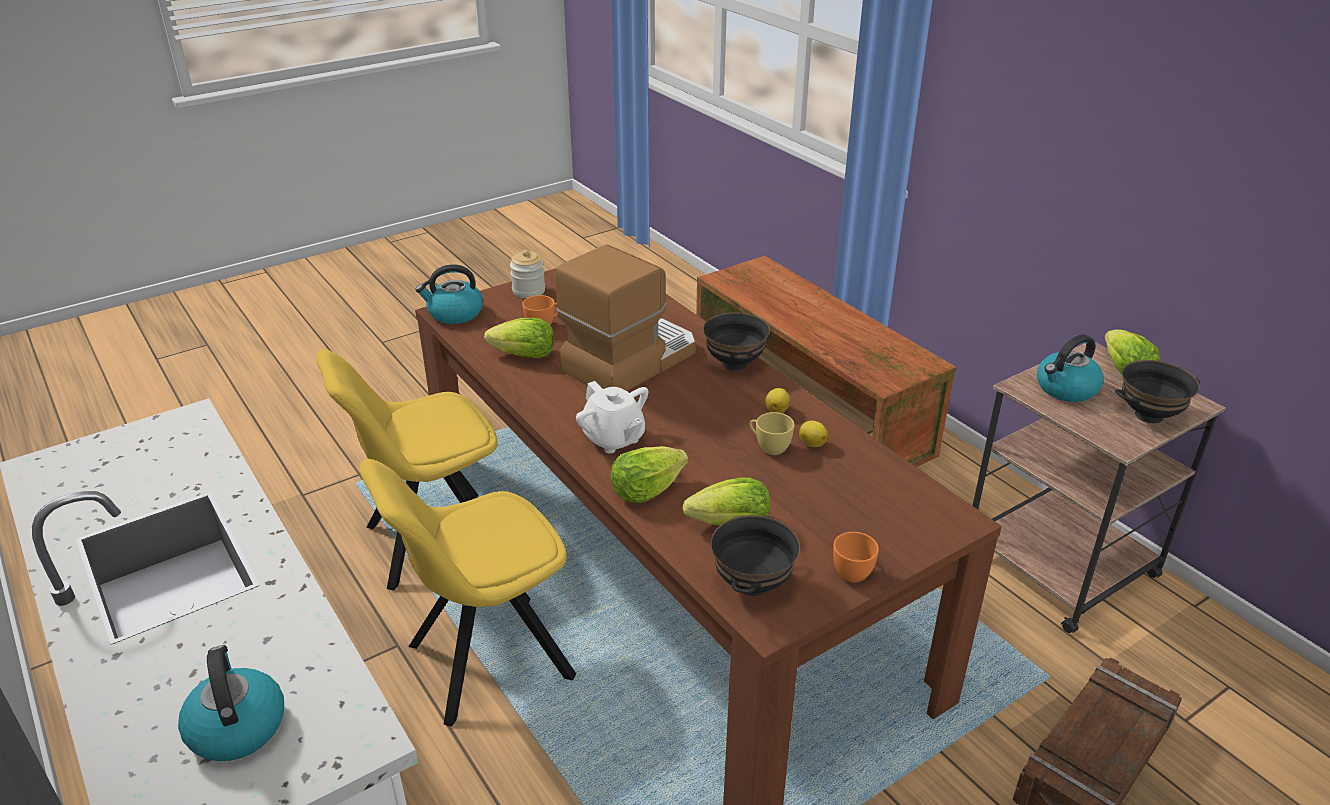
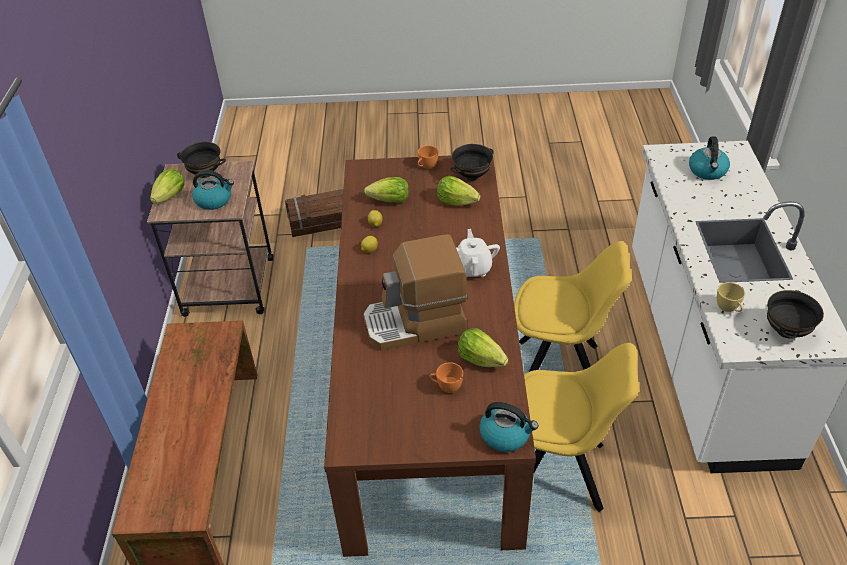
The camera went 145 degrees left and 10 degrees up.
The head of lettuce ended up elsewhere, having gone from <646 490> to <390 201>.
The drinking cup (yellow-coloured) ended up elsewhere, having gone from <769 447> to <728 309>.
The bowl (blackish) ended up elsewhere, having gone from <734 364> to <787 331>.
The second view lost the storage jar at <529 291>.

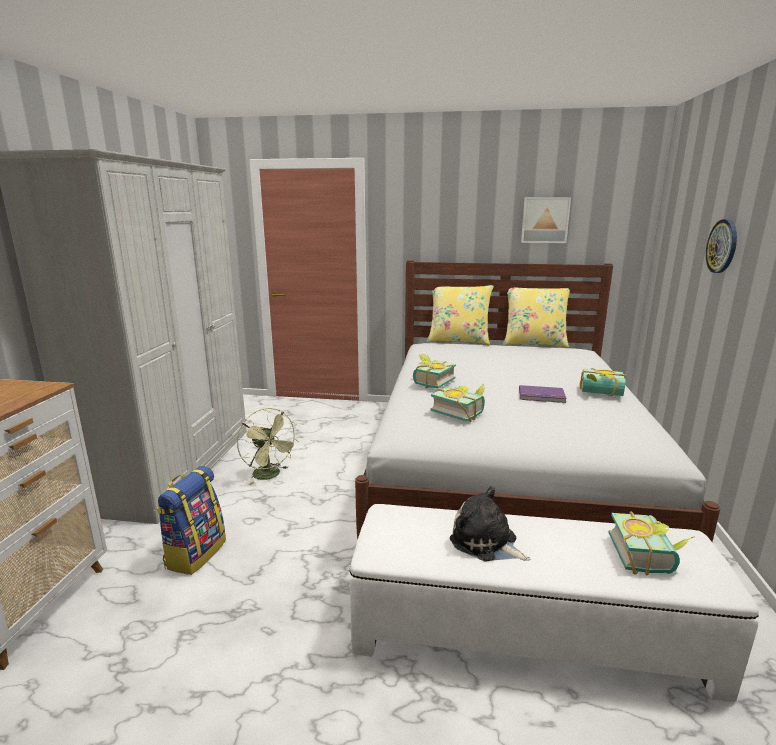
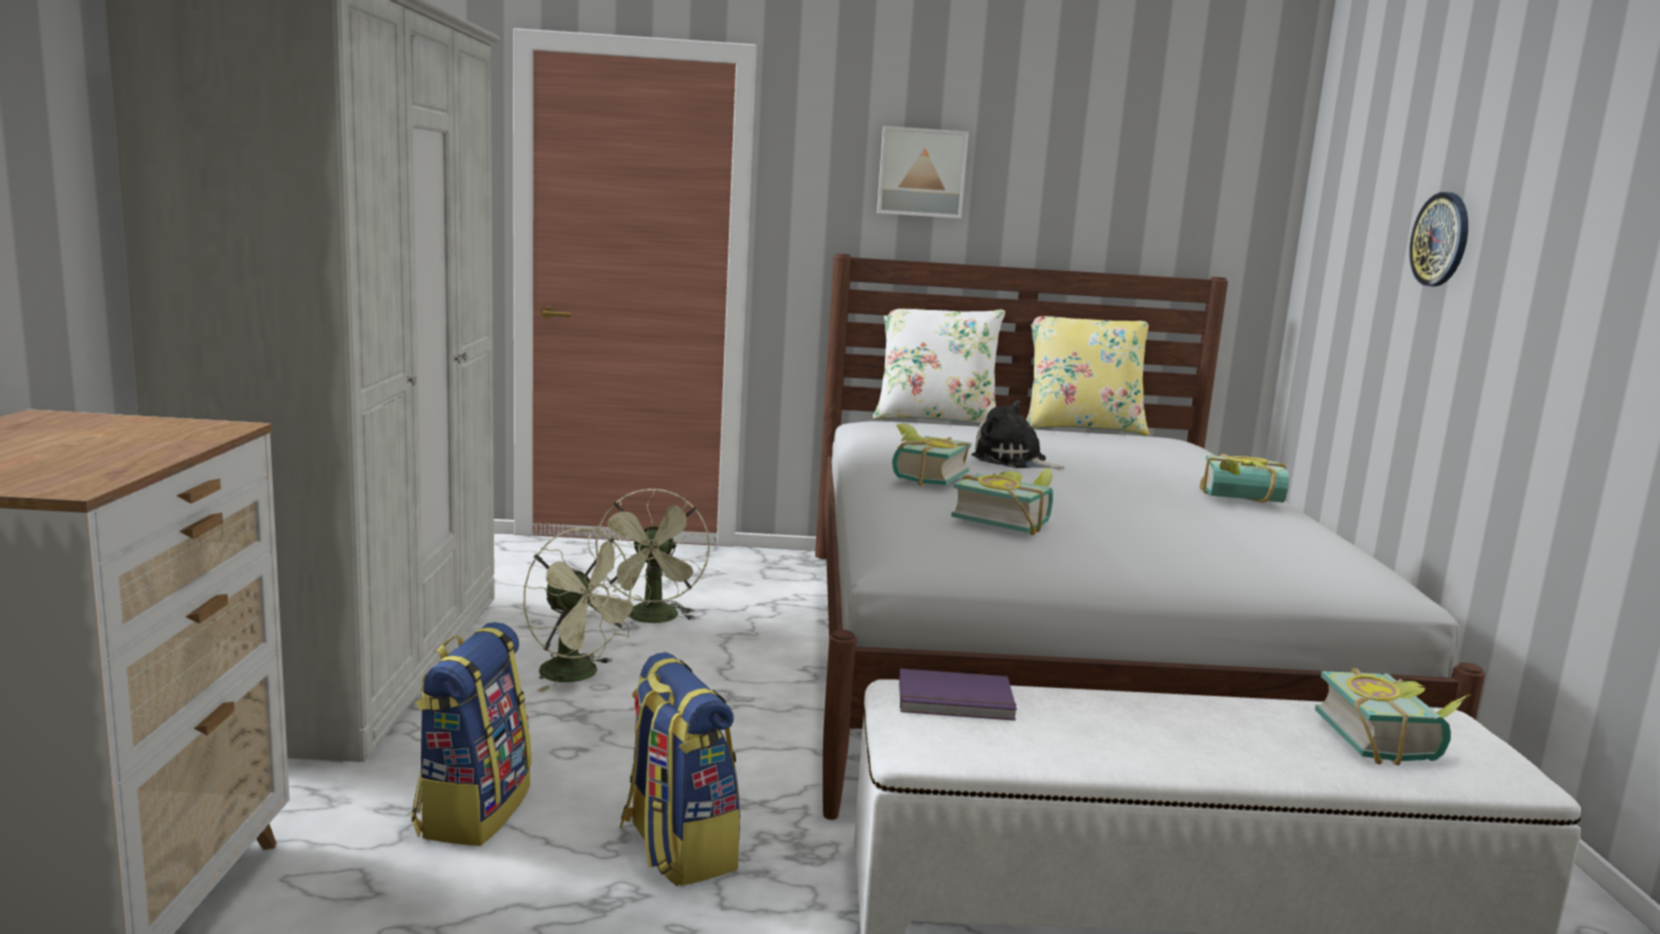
The camera went 10 degrees left and 5 degrees down.
The second view gained the cooling fan (greenish) at <653 620>.
The second view gained the knapsack at <676 848>.
What was the throw pillow (yellow-coloured) at <458 341> turned into the throw pillow (white) at <935 419>.
The wall art ended up elsewhere, having gone from <545 220> to <921 172>.
The book (purple-coloured) ended up elsewhere, having gone from <542 396> to <956 701>.
The plush toy ended up elsewhere, having gone from <486 542> to <1013 461>.

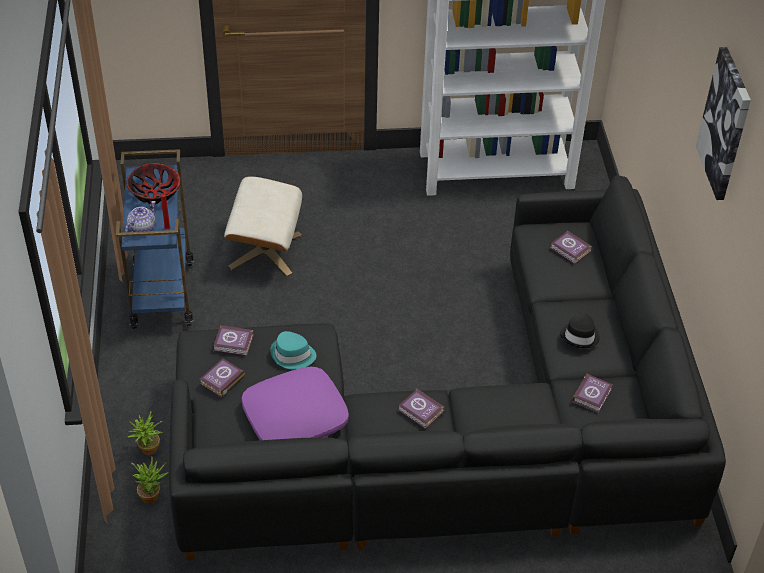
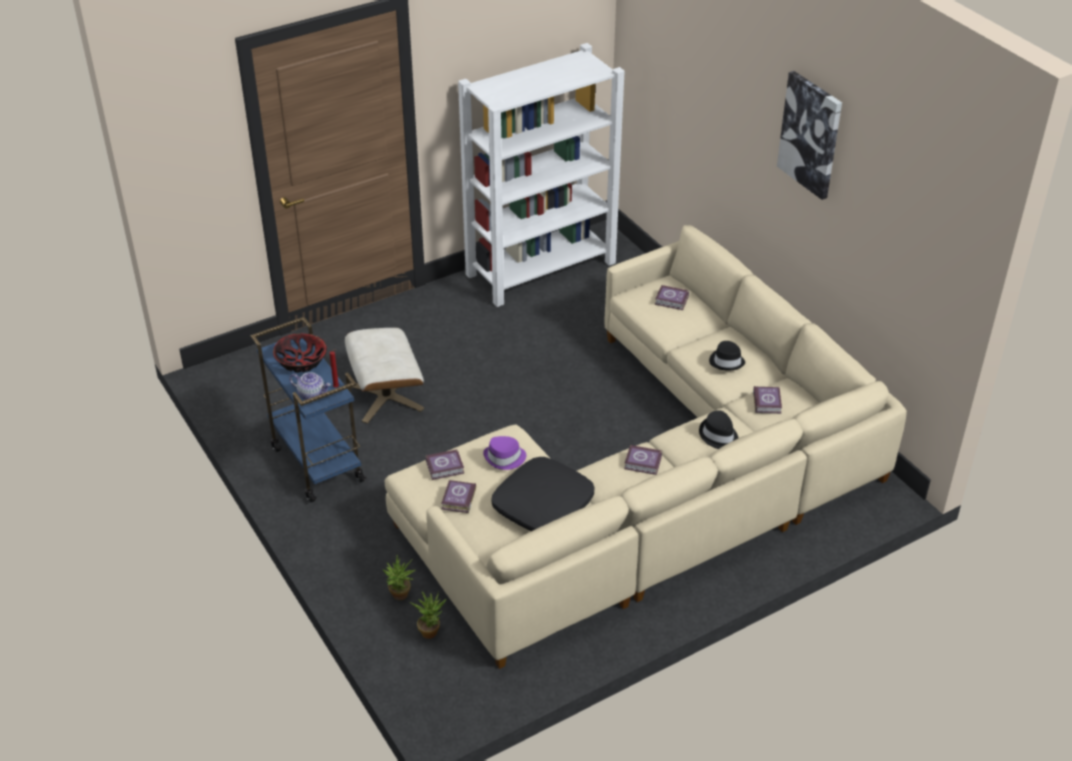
The camera went 25 degrees left and 5 degrees down.
The pot for tea at <142 228> ended up facing another way, 105 degrees clockwise from before.
What was the settee (blackish) at <458 432> turned into the settee (sand-coloured) at <654 482>.
What was the wearable hat (turquoise-coloured) at <292 355> turned into the wearable hat (purple-coloured) at <505 458>.
What was the throw pillow (purple-coloured) at <295 417> turned into the throw pillow (blackish) at <543 505>.
The second view gained the wearable hat (blackish) at <718 436>.

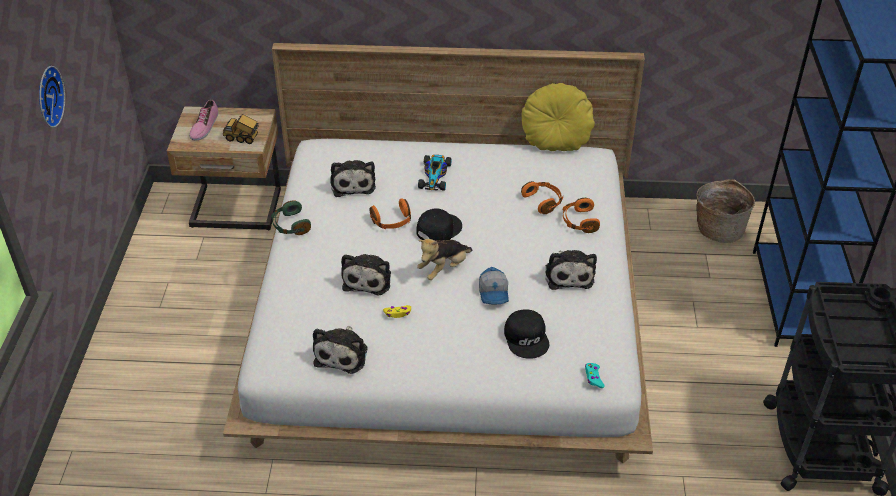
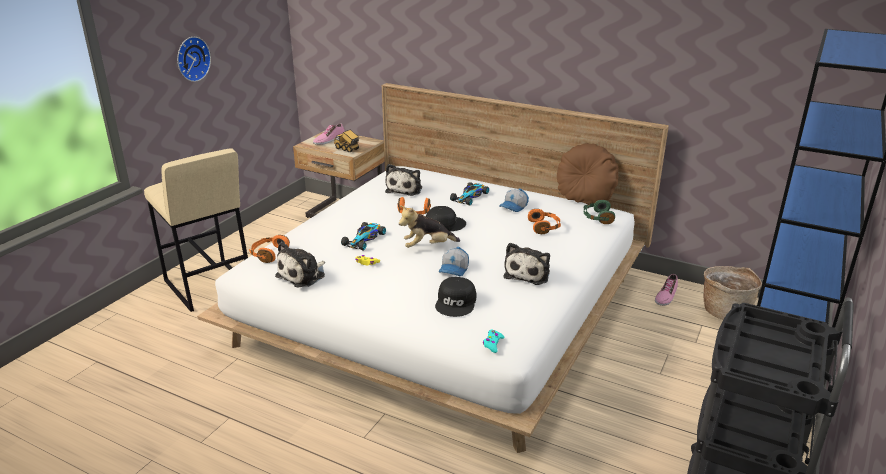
The camera went 25 degrees right and 15 degrees down.
The second view gained the stool (sand-coloured) at <209 286>.
The headphones (orangey) ended up elsewhere, having gone from <579 222> to <268 254>.
Where the plush toy stood at <368 279>, the miniature car came to stand at <364 239>.
The second view gained the cap at <514 207>.
What was the throw pillow (yellow-coloured) at <555 144> turned into the throw pillow (brown) at <585 200>.
The headphones (greenish) ended up elsewhere, having gone from <290 225> to <597 218>.
The second view gained the low shoe at <666 295>.

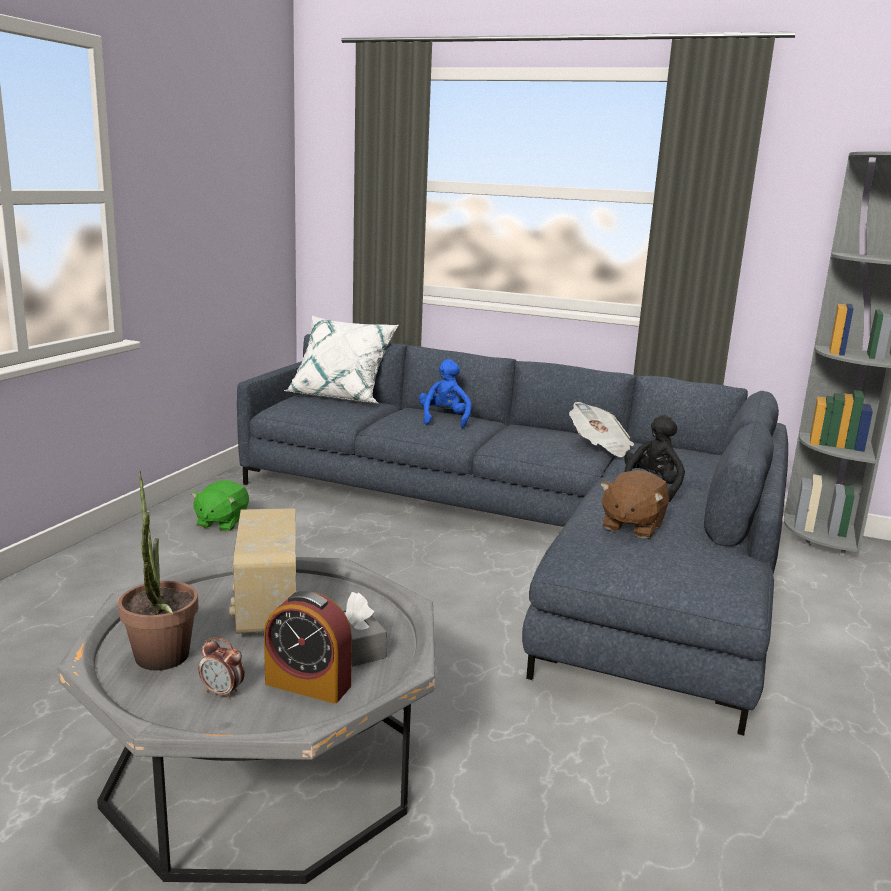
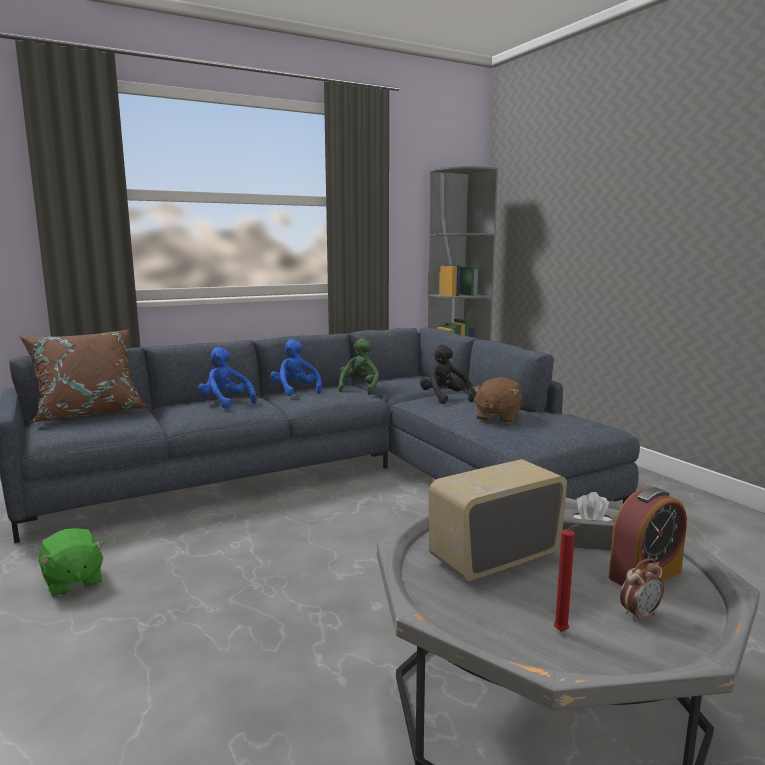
The camera went 50 degrees left and 5 degrees down.
What was the throw pillow (white) at <341 396> turned into the throw pillow (brown) at <89 413>.
The second view gained the plush toy (blue) at <295 391>.
Where the printed paper stood at <600 447>, the plush toy (greenish) came to stand at <359 389>.
The radio set at <266 609> ended up facing another way, 120 degrees clockwise from before.
The plush toy (brown) at <631 526> ended up facing another way, 45 degrees clockwise from before.
Where the houseplant stood at <161 663>, the wax candle (red) came to stand at <563 632>.

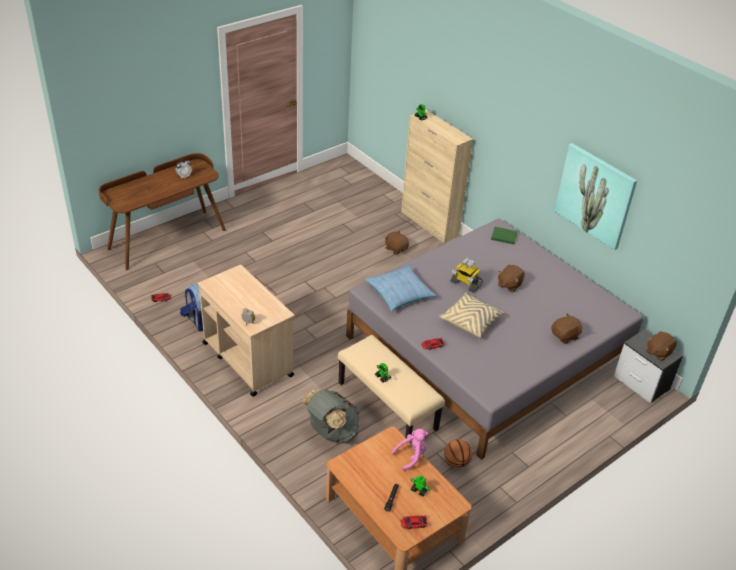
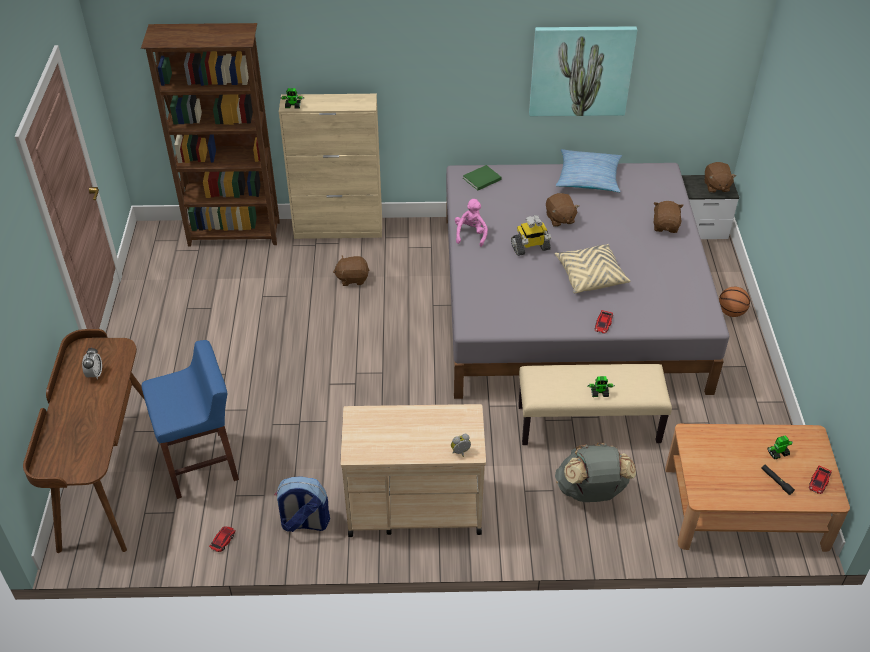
The camera went 50 degrees left and 5 degrees up.
The second view gained the shelving unit (brown) at <235 234>.
The second view gained the stool (blue) at <202 464>.
The plush toy (pink) ended up elsewhere, having gone from <411 456> to <471 234>.
The throw pillow ended up elsewhere, having gone from <399 293> to <588 177>.
The basketball ended up elsewhere, having gone from <456 462> to <731 312>.

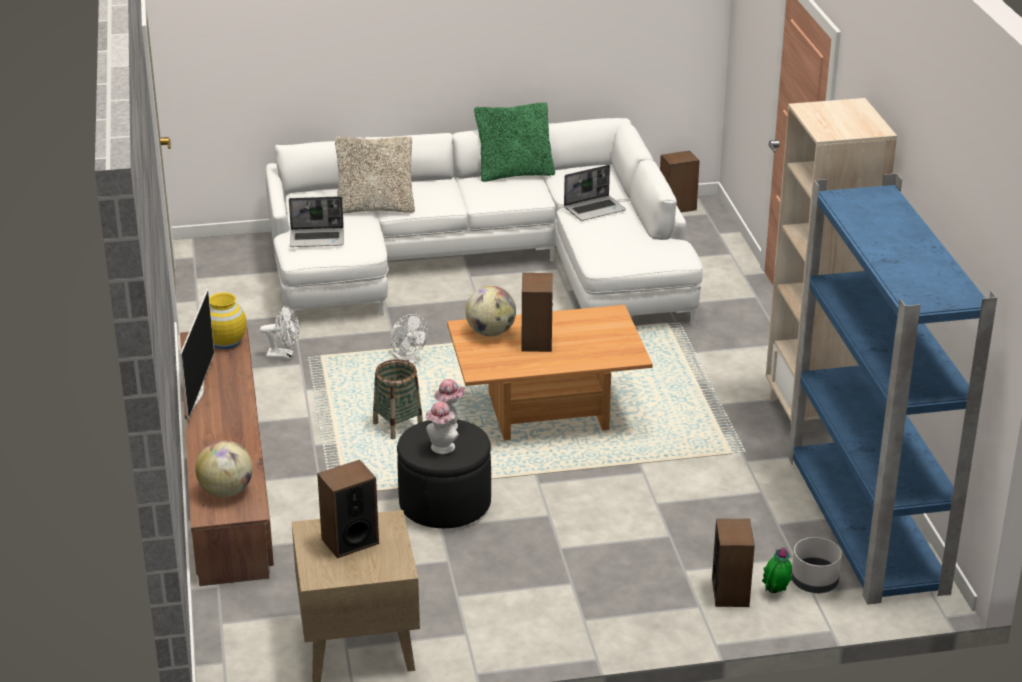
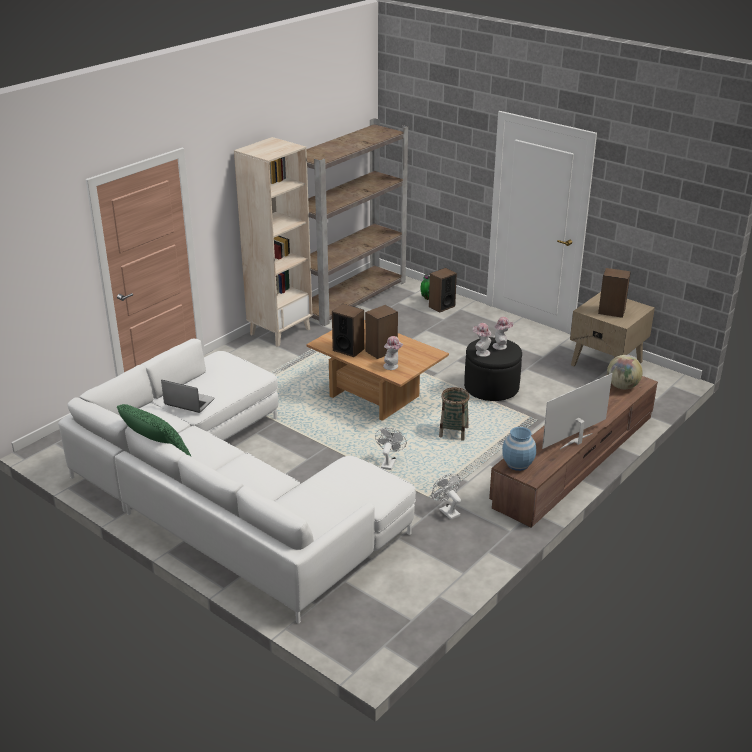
The camera went 130 degrees left and 0 degrees up.
What was the shelving unit (blue) at <865 522> turned into the shelving unit (brown) at <350 297>.
The loudspeaker ended up elsewhere, having gone from <677 207> to <348 349>.
Where the world globe stood at <491 332>, the wearable hat came to stand at <392 366>.
What was the flower vase (yellow-coloured) at <226 342> turned into the flower vase (blue) at <517 464>.
The second view lost the laptop at <317 238>.
The second view lost the throw pillow (sand-coloured) at <376 206>.
The second view lost the plant pot (grey) at <813 582>.

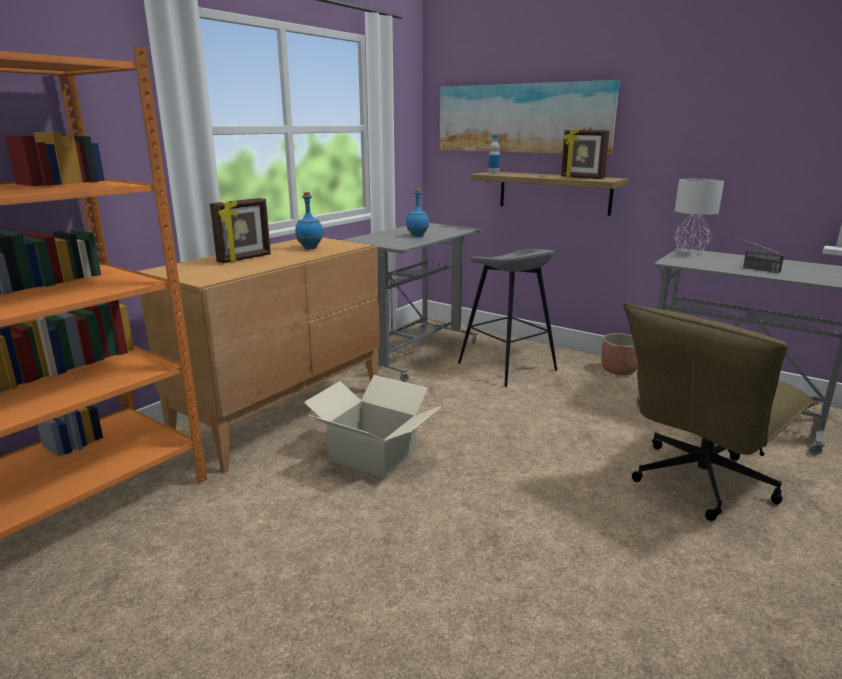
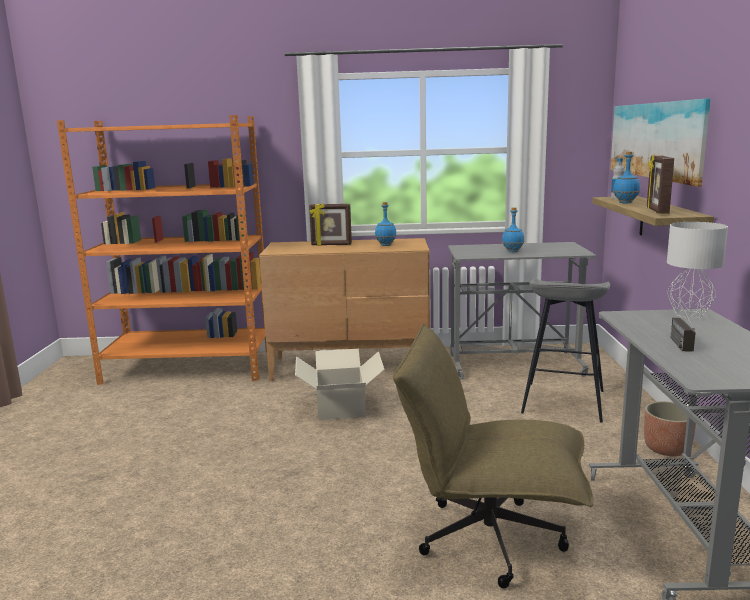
The camera went 55 degrees right and 5 degrees down.
The second view gained the drink bottle (blue) at <625 203>.

